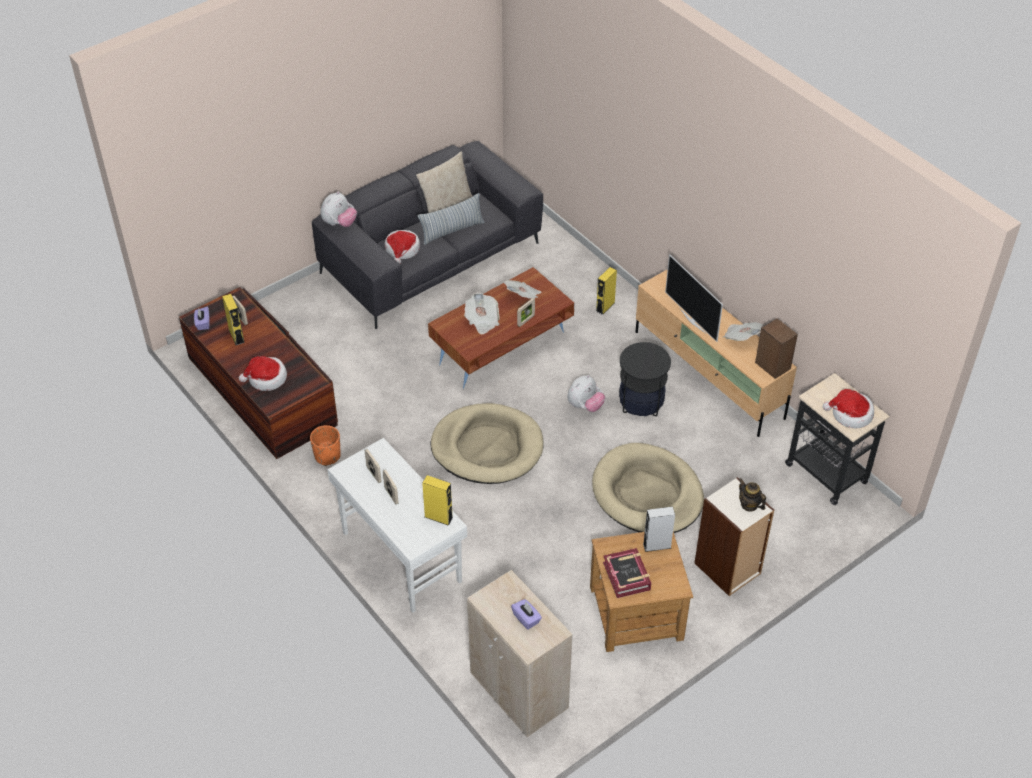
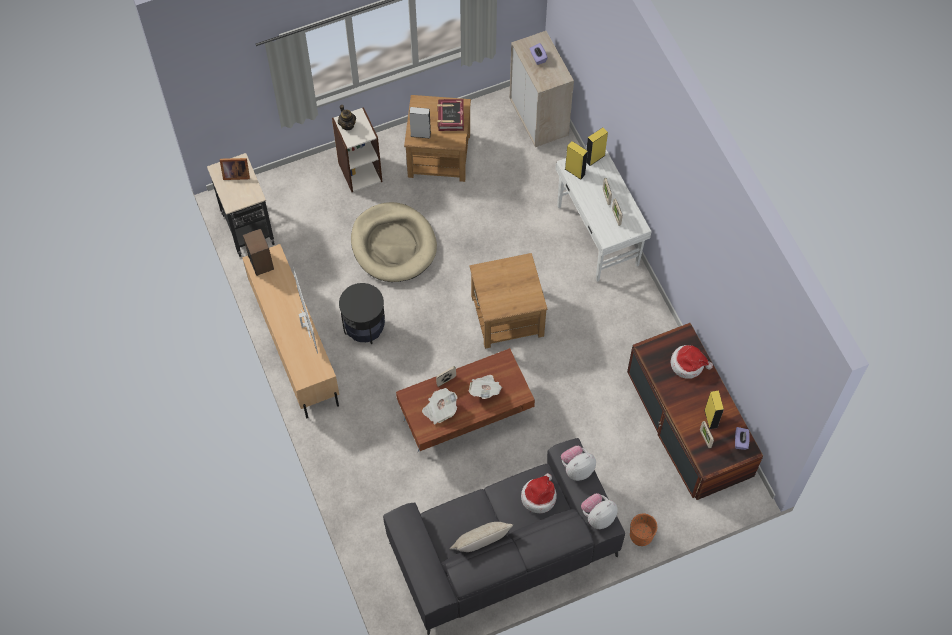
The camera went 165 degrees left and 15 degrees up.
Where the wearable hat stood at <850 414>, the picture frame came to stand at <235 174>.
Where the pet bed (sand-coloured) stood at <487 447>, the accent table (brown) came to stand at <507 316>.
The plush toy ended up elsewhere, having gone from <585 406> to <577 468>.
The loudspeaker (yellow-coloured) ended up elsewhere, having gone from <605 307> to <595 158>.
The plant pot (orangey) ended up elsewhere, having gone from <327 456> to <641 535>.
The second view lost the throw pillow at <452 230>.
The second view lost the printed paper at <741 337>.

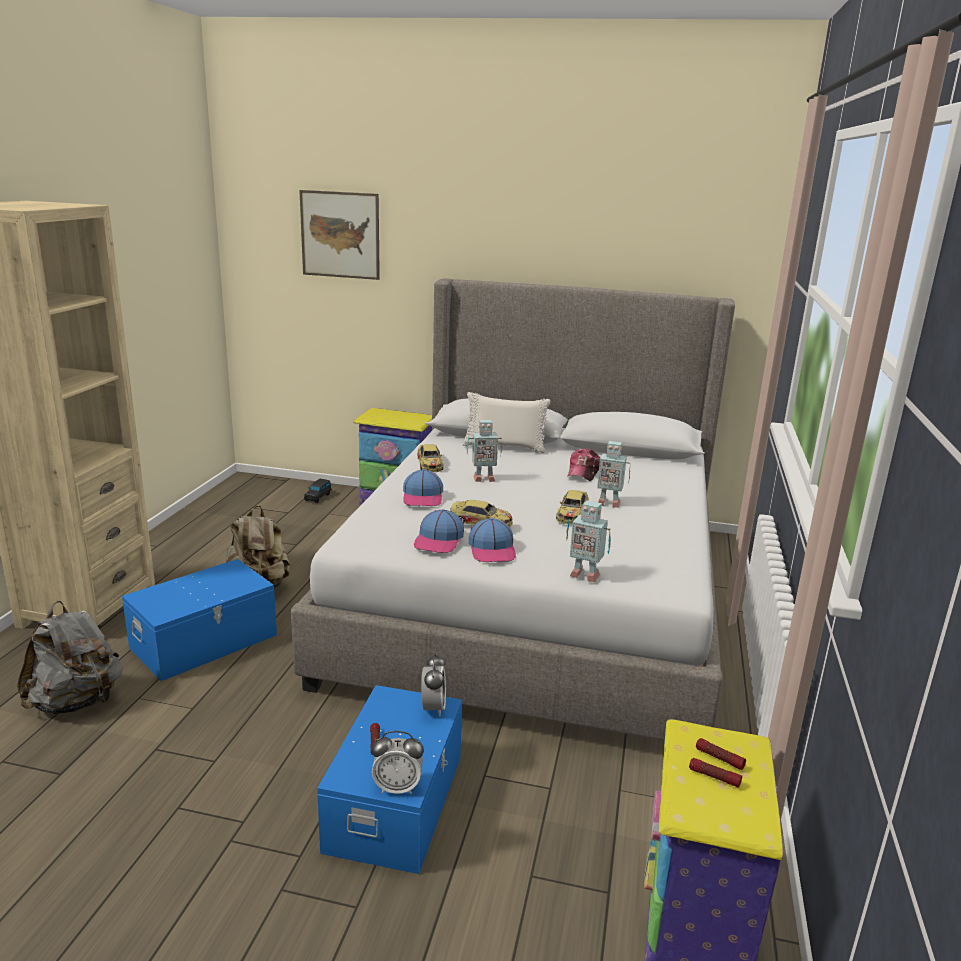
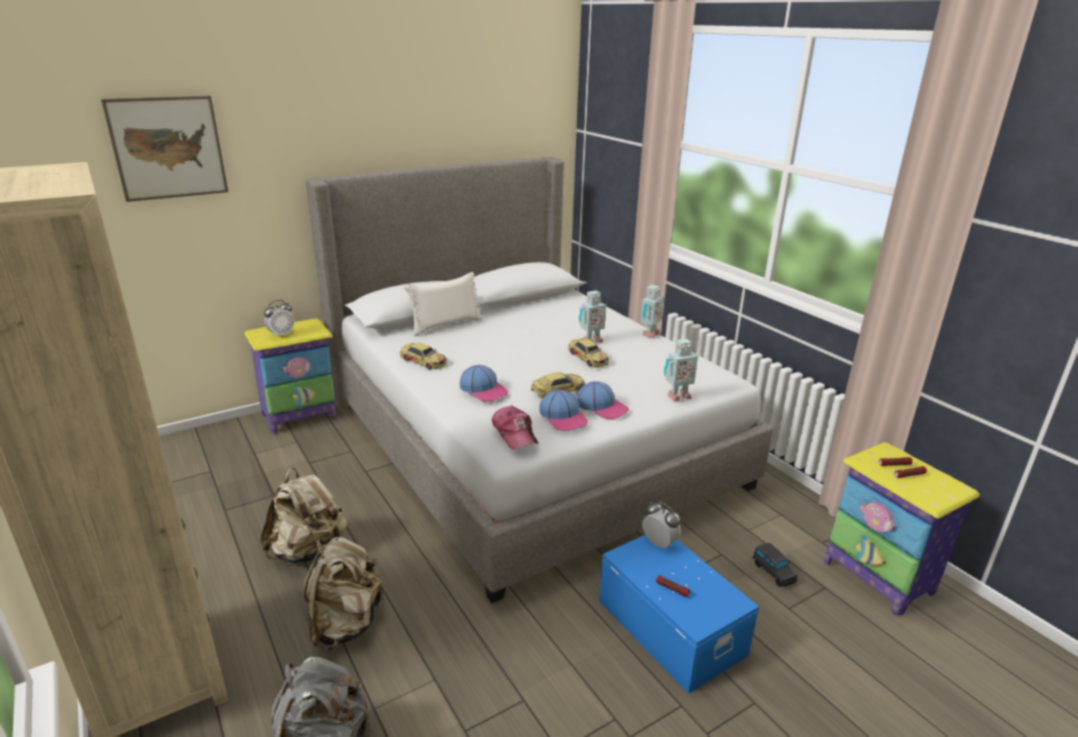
The camera went 45 degrees left and 5 degrees up.
The alarm clock ended up elsewhere, having gone from <397 787> to <281 334>.
Where the storage bin (blue) stood at <205 642>, the knapsack (sand-coloured) came to stand at <345 623>.
The cap ended up elsewhere, having gone from <583 472> to <515 433>.
The toy robot ended up elsewhere, having gone from <483 478> to <649 334>.
The miniature car (blackish) ended up elsewhere, having gone from <318 497> to <773 572>.

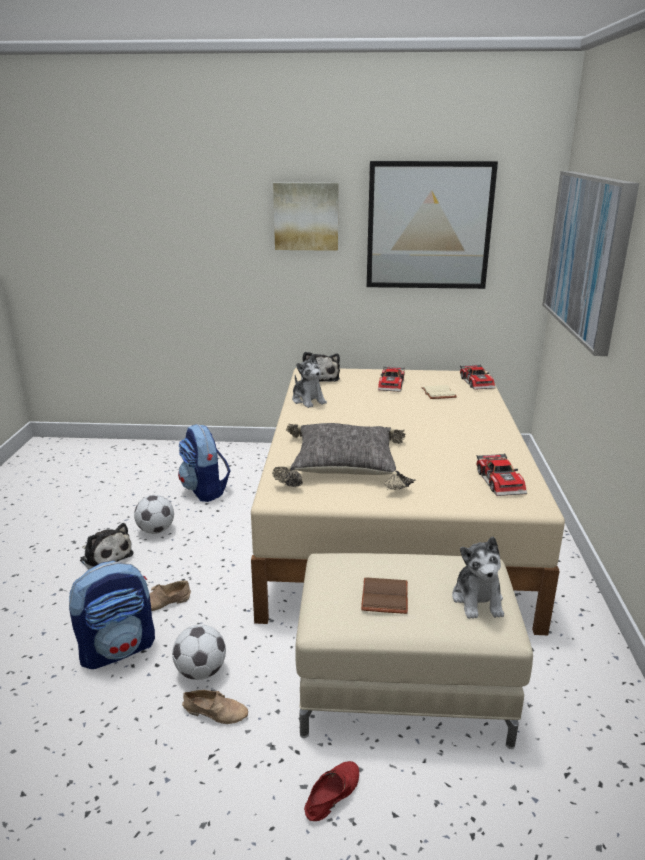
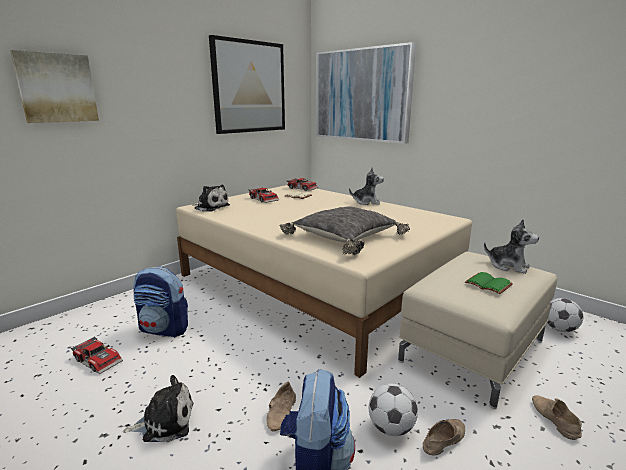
The camera went 50 degrees left and 5 degrees down.
The wall art ended up elsewhere, having gone from <306 216> to <57 88>.
The miniature car ended up elsewhere, having gone from <501 482> to <99 359>.
The plush toy ended up elsewhere, having gone from <308 400> to <366 202>.
What was the book (brown) at <386 597> turned into the book (greenish) at <489 284>.
What was the low shoe (red) at <331 793> turned into the low shoe (sand-coloured) at <553 419>.
The ball for football ended up elsewhere, having gone from <156 530> to <559 329>.

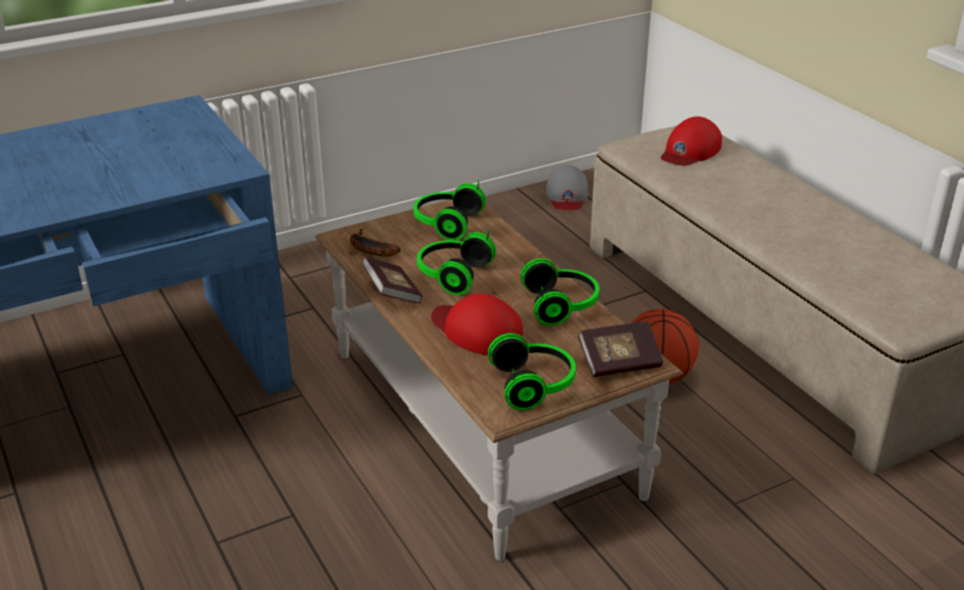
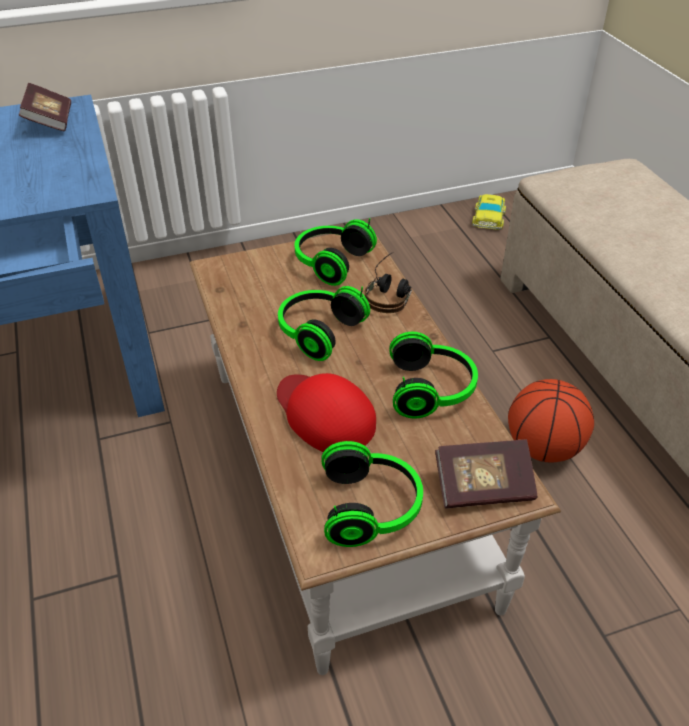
The camera went 10 degrees right and 10 degrees up.
The book ended up elsewhere, having gone from <392 293> to <50 122>.
The second view gained the headphones at <389 293>.
Where the cap (grey) stood at <567 195>, the miniature car came to stand at <488 217>.
The second view lost the banana fruit at <369 249>.
The second view lost the cap (red) at <690 151>.

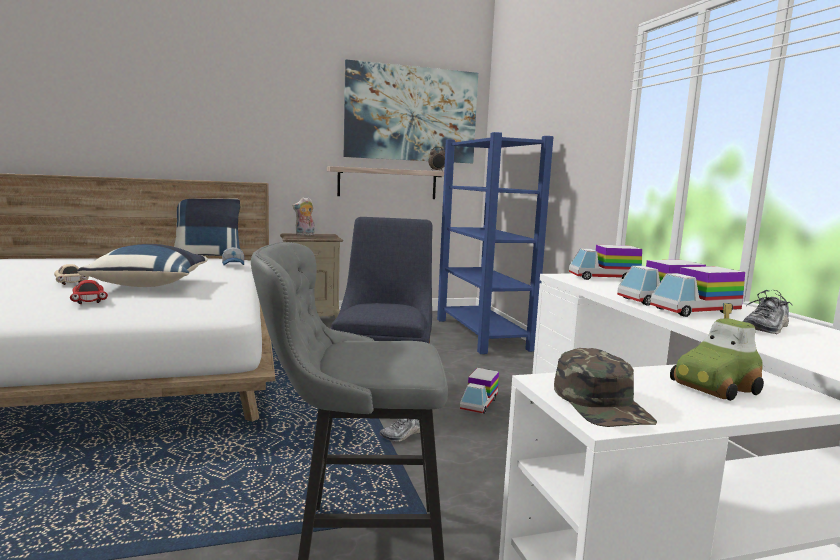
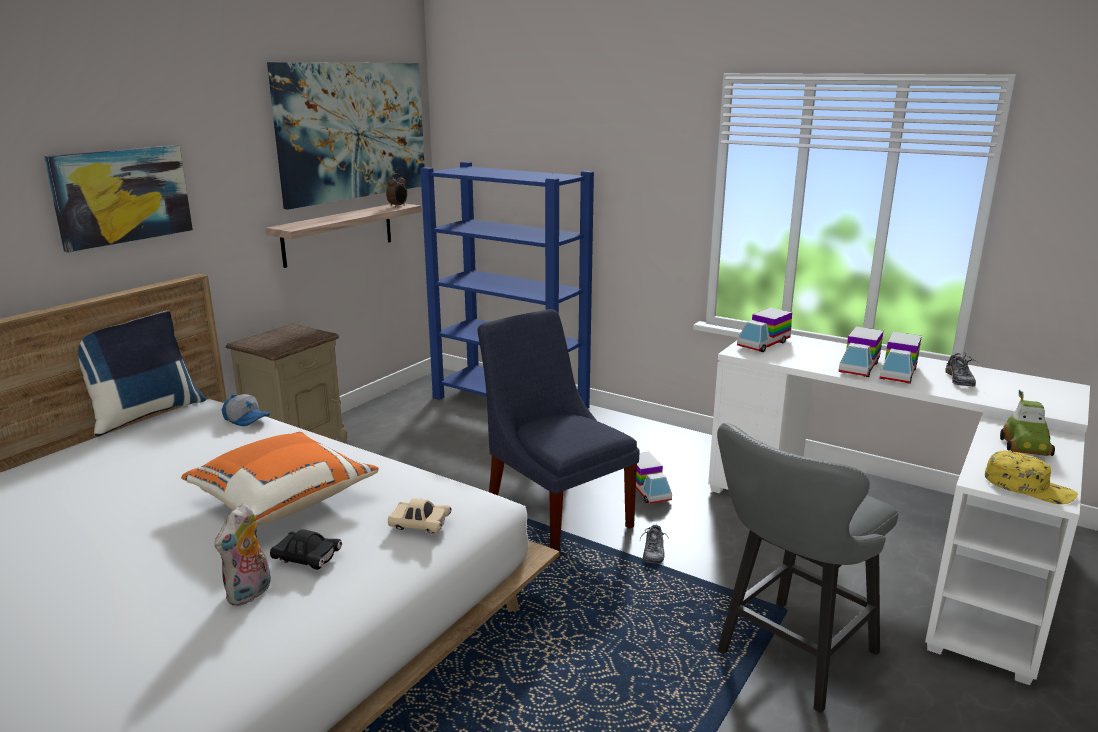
The camera went 40 degrees left and 10 degrees up.
The second view gained the wall art at <122 196>.
What was the throw pillow (blue) at <151 285> turned into the throw pillow (orangey) at <282 500>.
The plush toy ended up elsewhere, having gone from <304 235> to <250 594>.
What was the miniature car (red) at <89 301> turned into the miniature car (blackish) at <307 559>.
The miniature car (sand-coloured) ended up elsewhere, having gone from <70 282> to <420 526>.
What was the cap (greenish) at <602 403> turned into the cap (yellow-coloured) at <1029 486>.

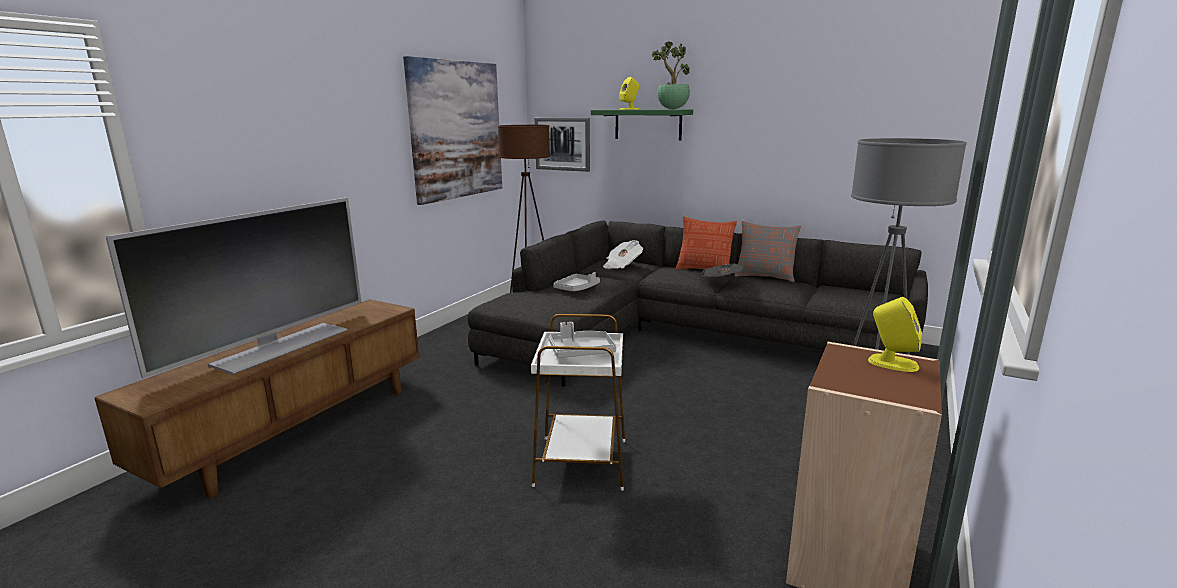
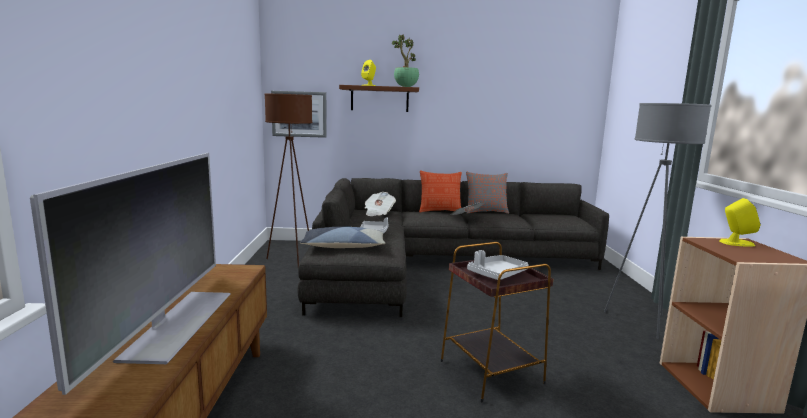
The camera went 30 degrees left and 5 degrees down.
The second view gained the throw pillow at <343 246>.
What was the shelf (greenish) at <648 124> turned into the shelf (brown) at <379 99>.
What was the accent table (white) at <582 462> turned into the accent table (brown) at <491 371>.
The second view lost the wall art at <456 130>.

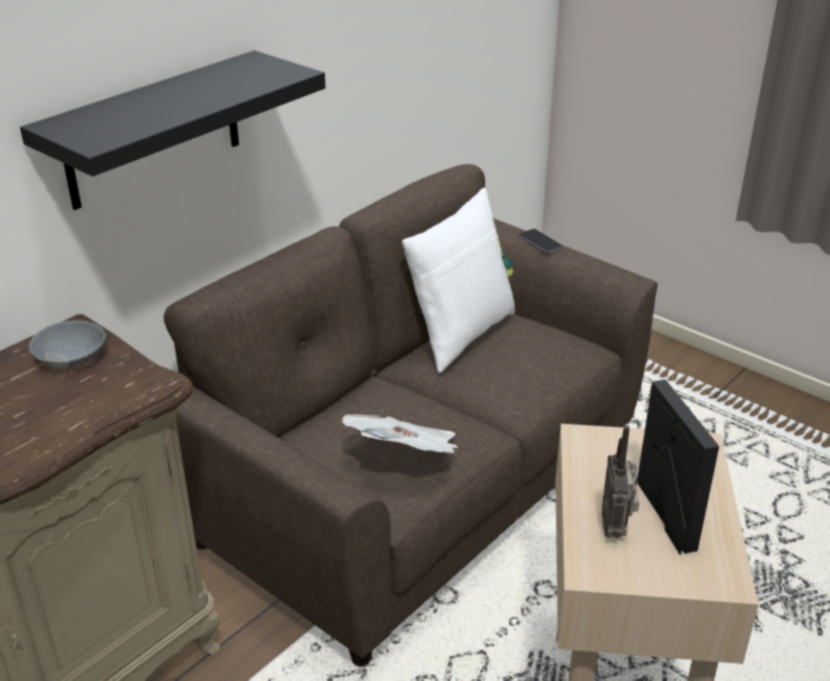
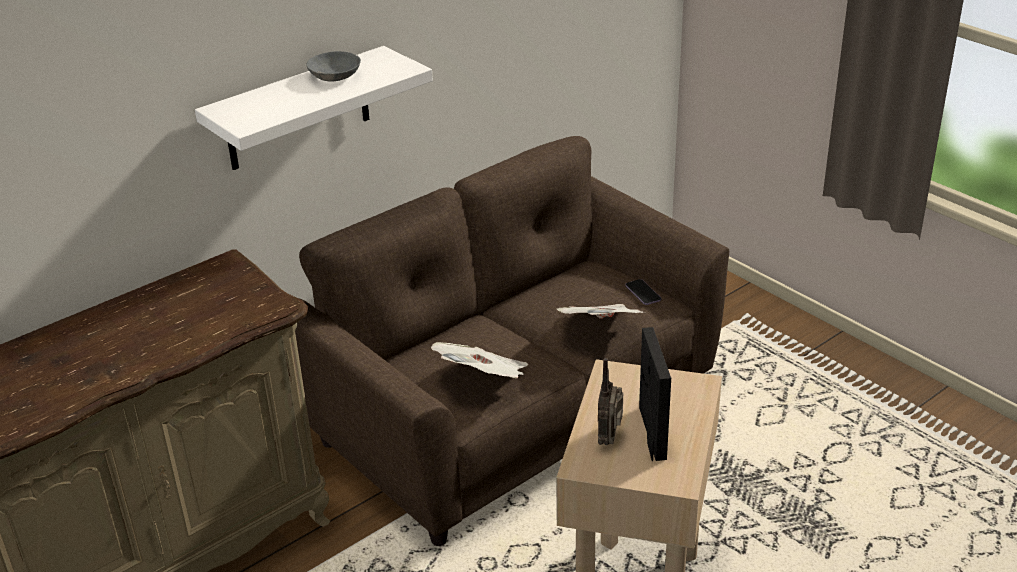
The camera went 10 degrees right and 0 degrees up.
What was the shelf (blackish) at <153 130> turned into the shelf (white) at <298 110>.
The bowl (grey) ended up elsewhere, having gone from <69 357> to <334 76>.
The second view gained the printed paper at <602 329>.
The handset ended up elsewhere, having gone from <540 242> to <643 293>.
The second view lost the throw pillow (white) at <461 335>.

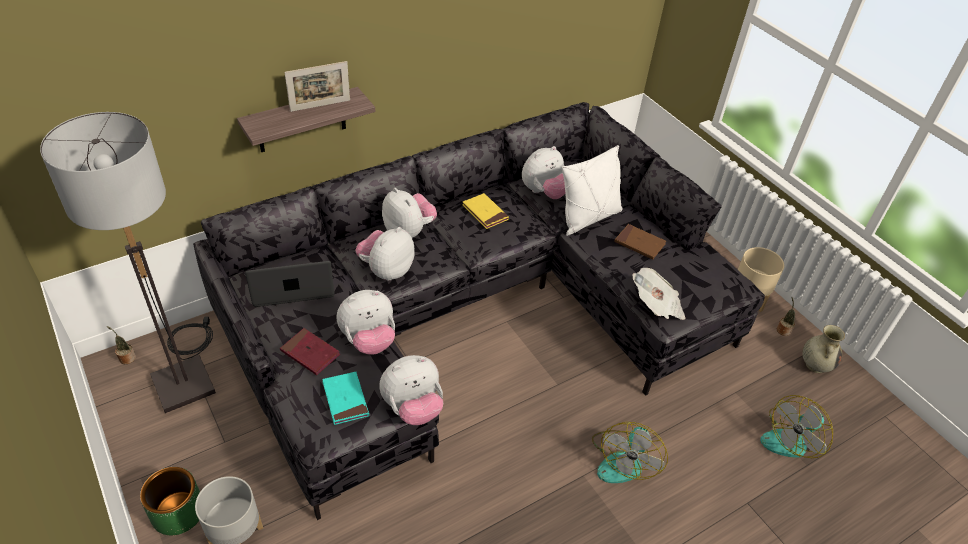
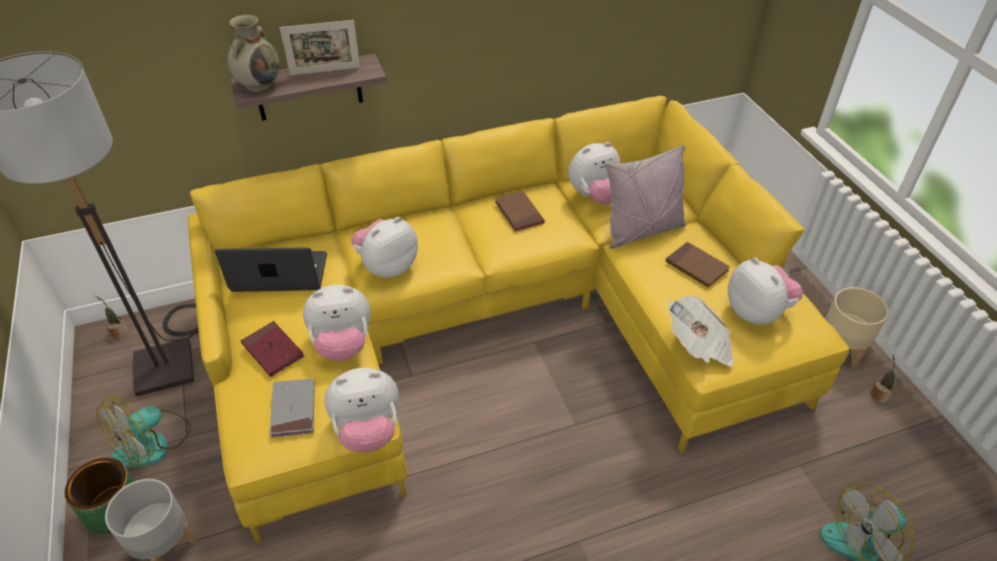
The camera went 15 degrees right and 0 degrees up.
The cooling fan ended up elsewhere, having gone from <623 459> to <153 443>.
What was the settee (blackish) at <472 311> turned into the settee (yellow-coloured) at <496 326>.
The flower vase (sand-coloured) ended up elsewhere, having gone from <815 364> to <259 84>.
What was the book (turquoise-coloured) at <345 399> turned into the book (grey) at <293 409>.
What was the book (yellow-coloured) at <485 213> turned into the book (brown) at <519 213>.
What was the throw pillow (white) at <589 218> turned into the throw pillow (purple-coloured) at <642 231>.
The plush toy ended up elsewhere, having gone from <409 231> to <757 312>.

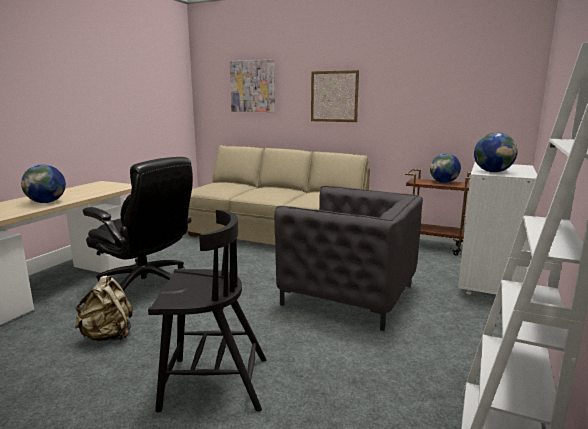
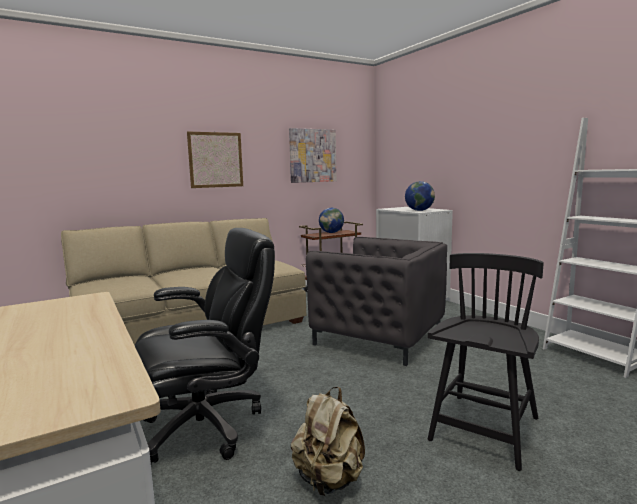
The camera went 55 degrees left and 5 degrees down.
The wall art ended up elsewhere, having gone from <253 86> to <312 155>.
The lounge chair (grey) at <349 296> ended up facing another way, 60 degrees clockwise from before.
The second view lost the world globe at <46 202>.

